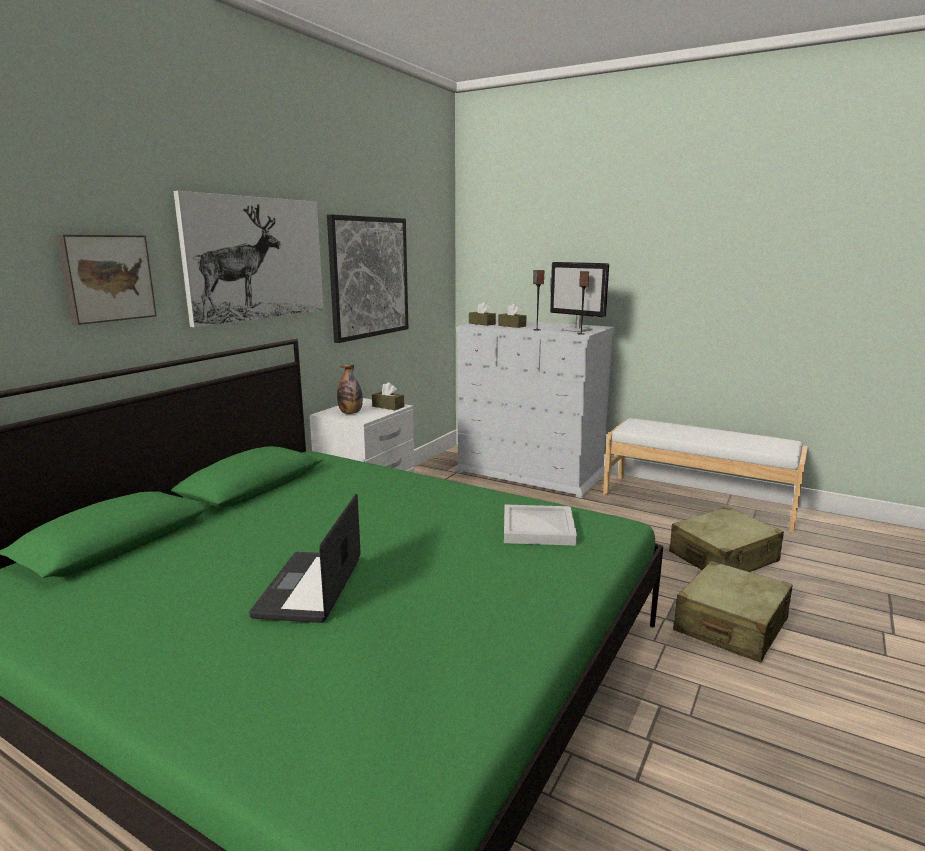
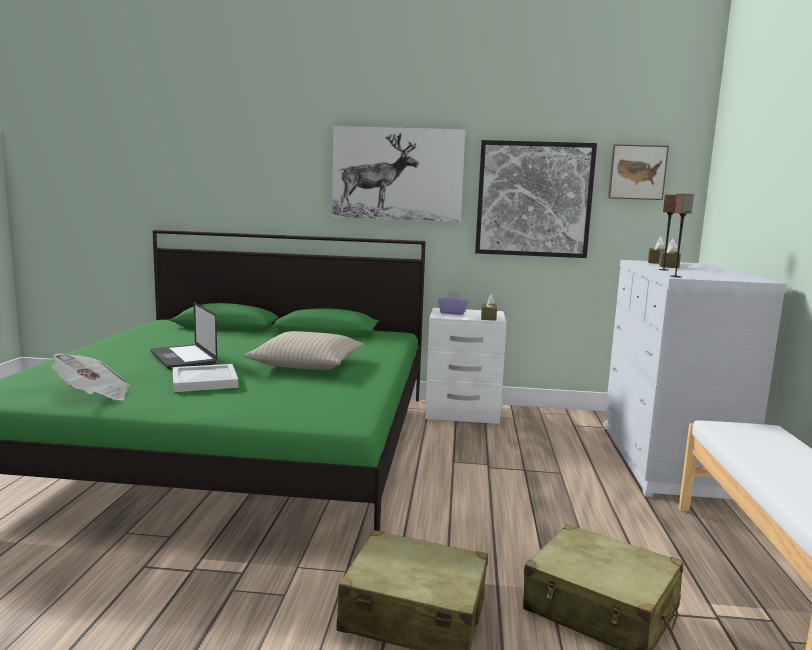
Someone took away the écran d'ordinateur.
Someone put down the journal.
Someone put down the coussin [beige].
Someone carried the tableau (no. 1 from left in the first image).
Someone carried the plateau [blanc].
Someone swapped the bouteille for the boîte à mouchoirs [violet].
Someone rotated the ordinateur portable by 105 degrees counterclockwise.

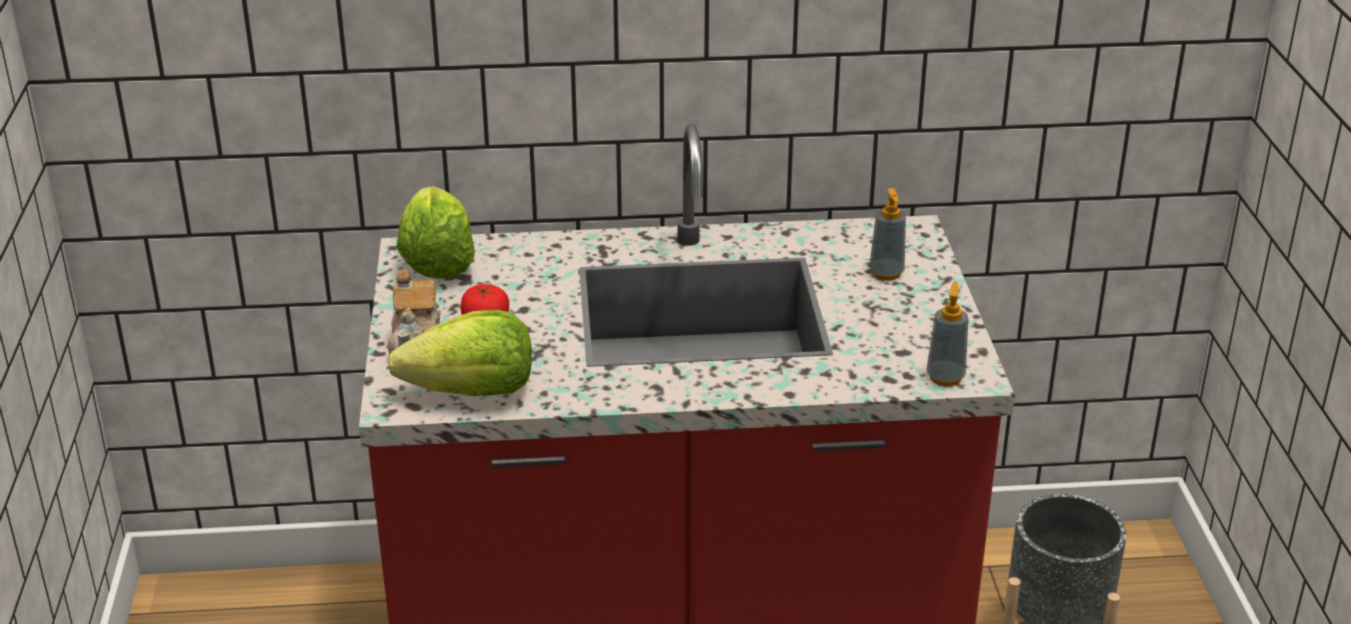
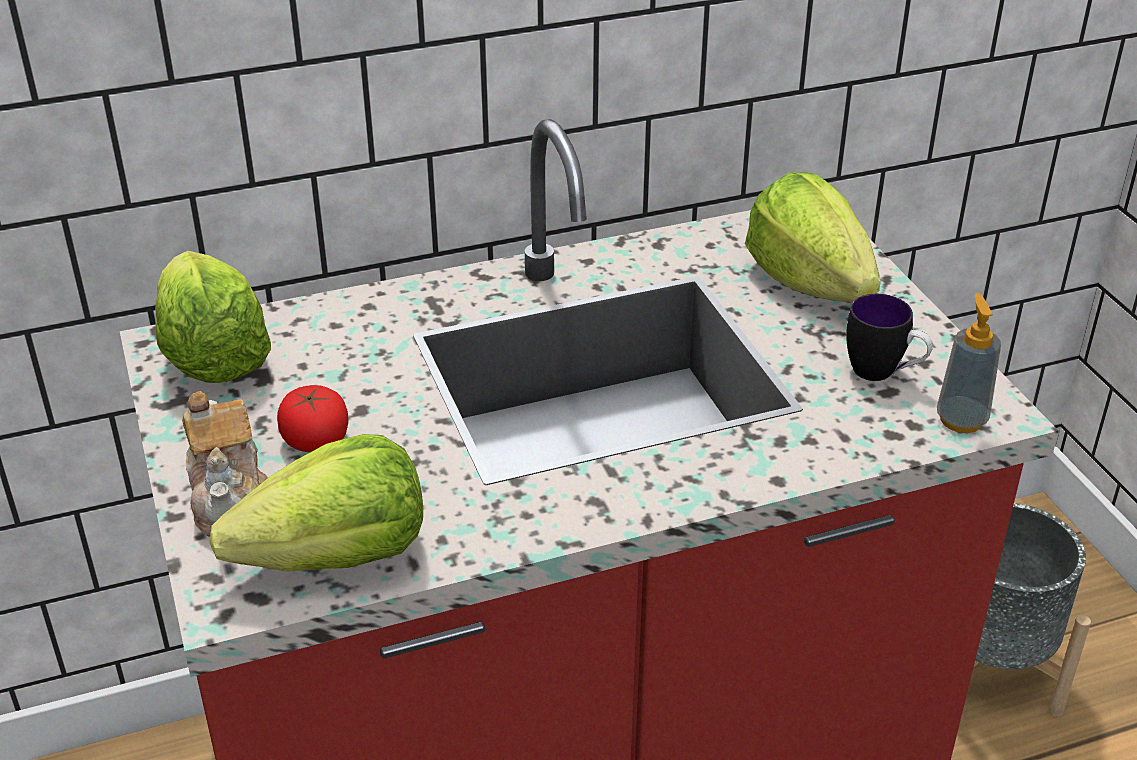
Someone put down the mug.
Someone swapped the distributeur de savon (no. 1 from left) for the laitue (no. 3 from left).

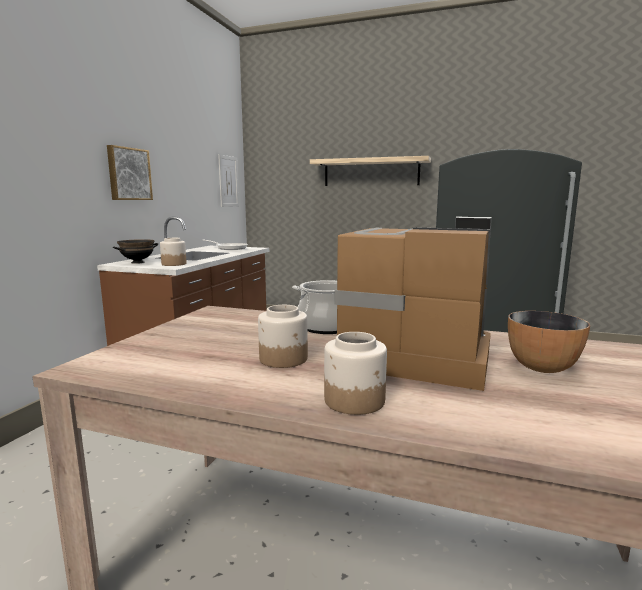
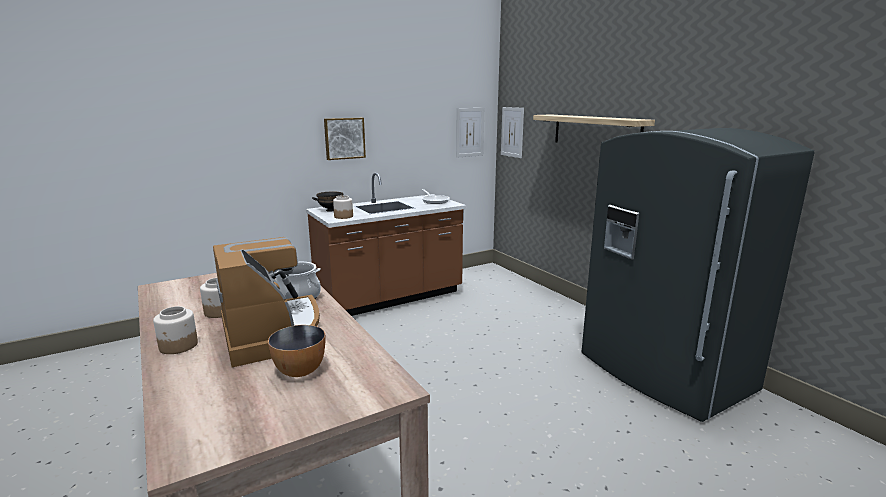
Someone put up the tableau (no. 3 from left).

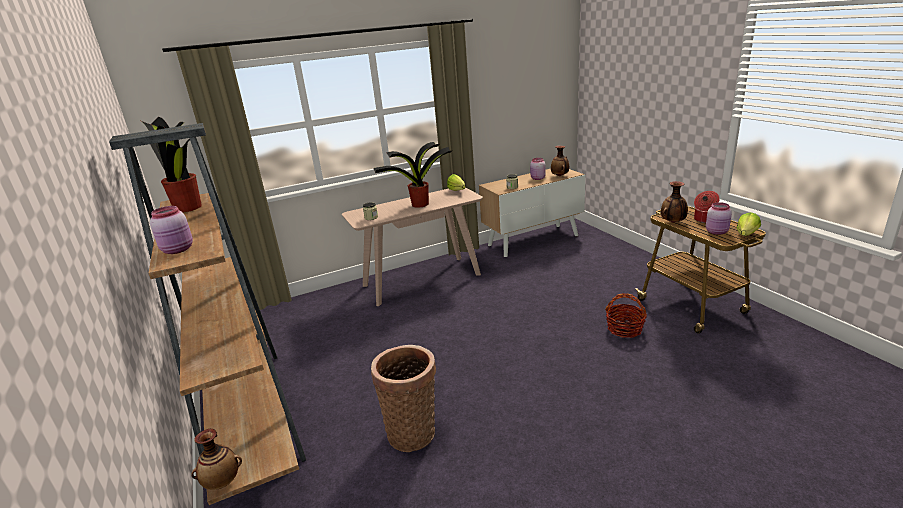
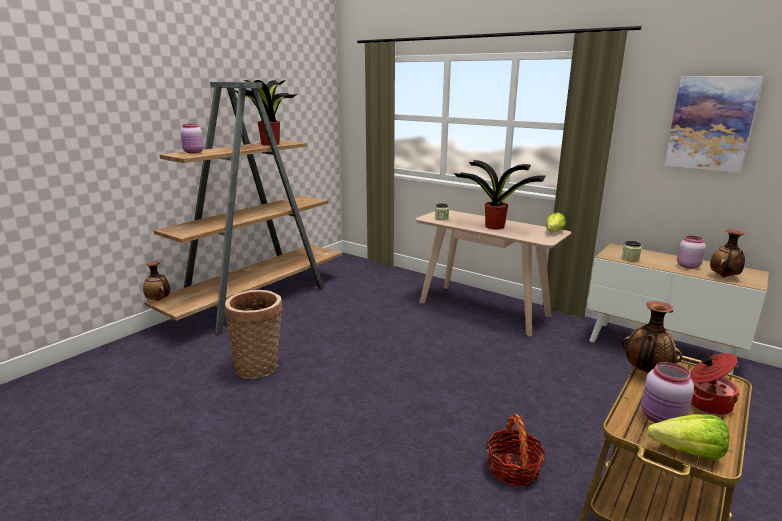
Someone put up the tableau.

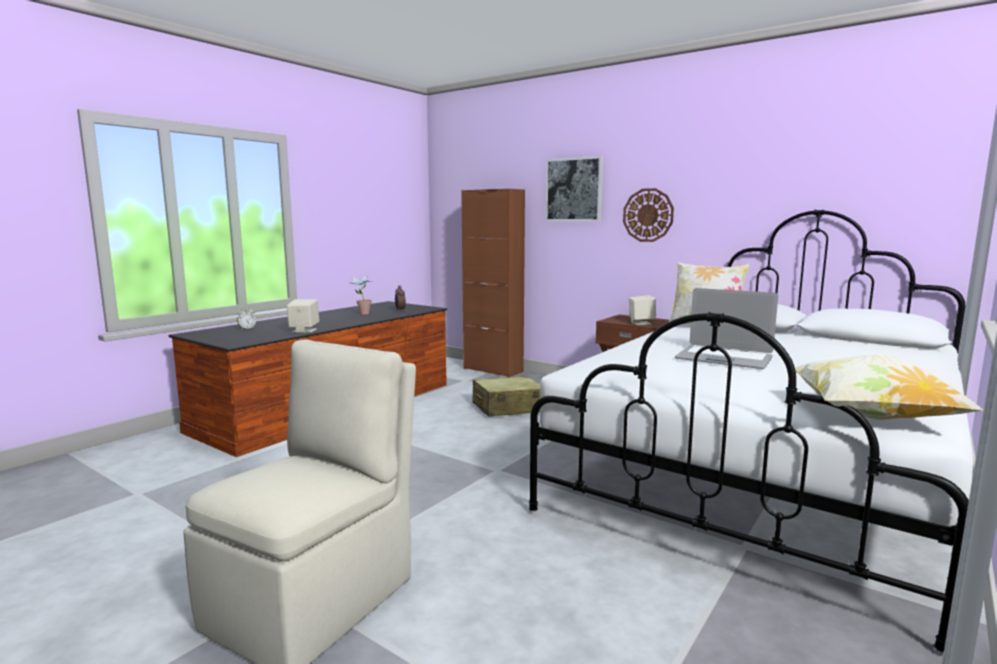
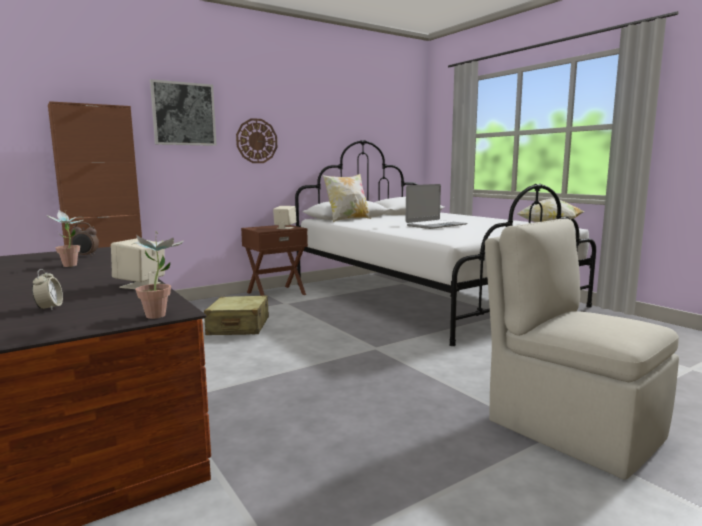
Someone put down the plante en pot (no. 2 from left).

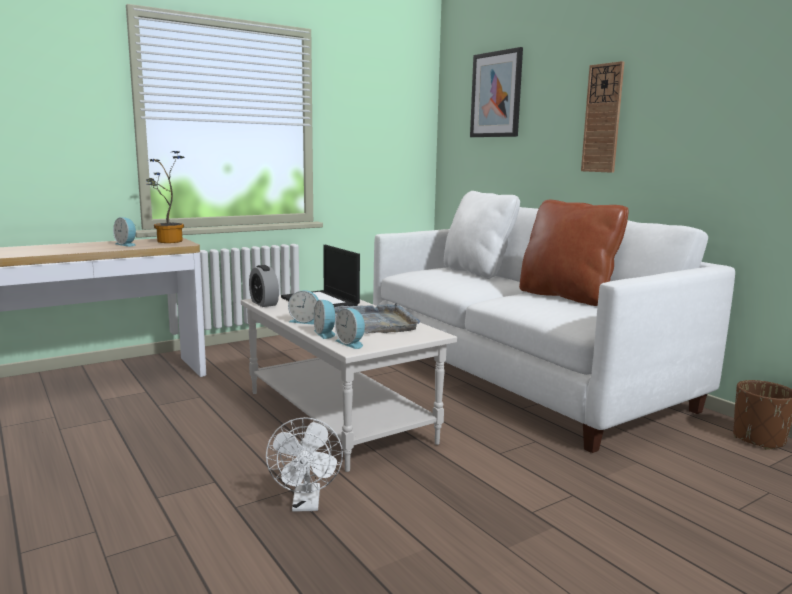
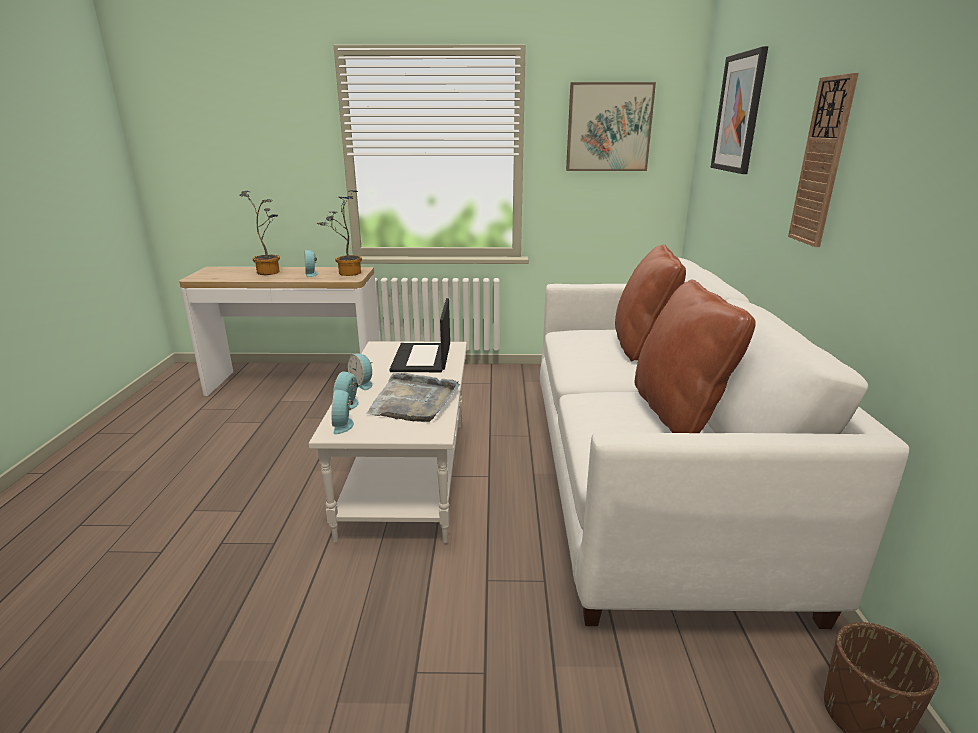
Someone took away the réveil (no. 2 from left).
Someone took away the ventilateur [blanc].
Someone put down the plante en pot (no. 1 from left).
Someone put up the tableau (no. 1 from left).
Someone repainted the coussin [blanc], which became the coussin [marron] (no. 1 from left).

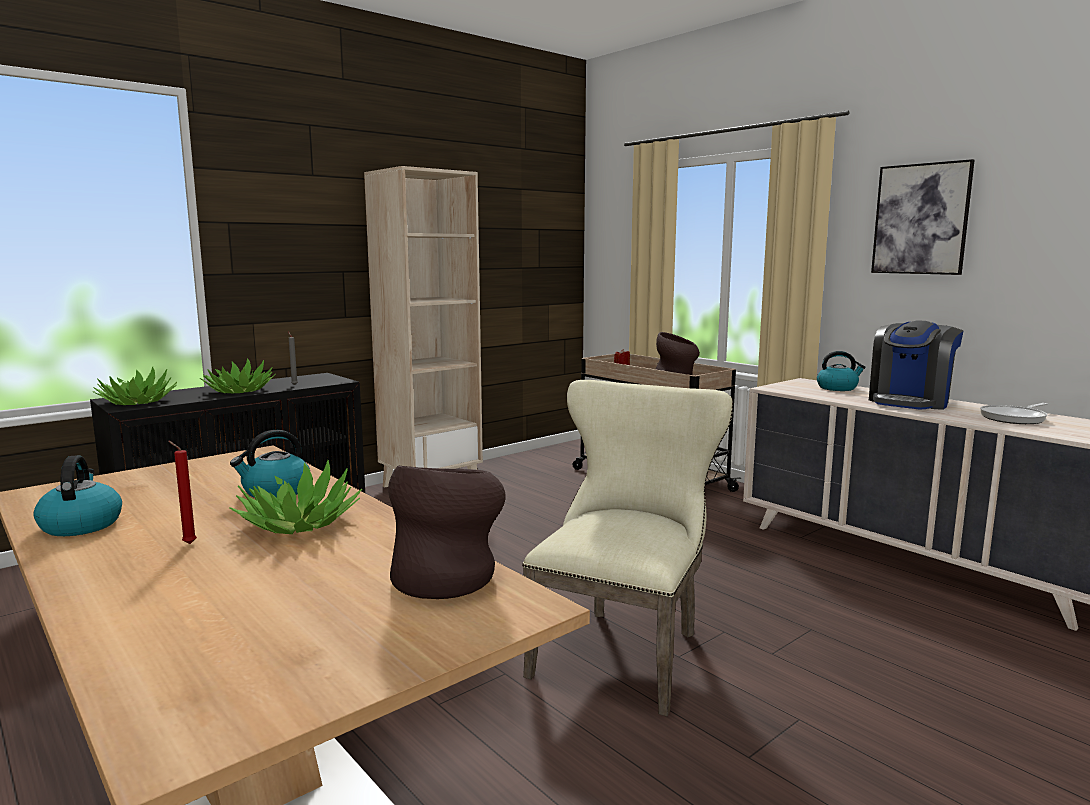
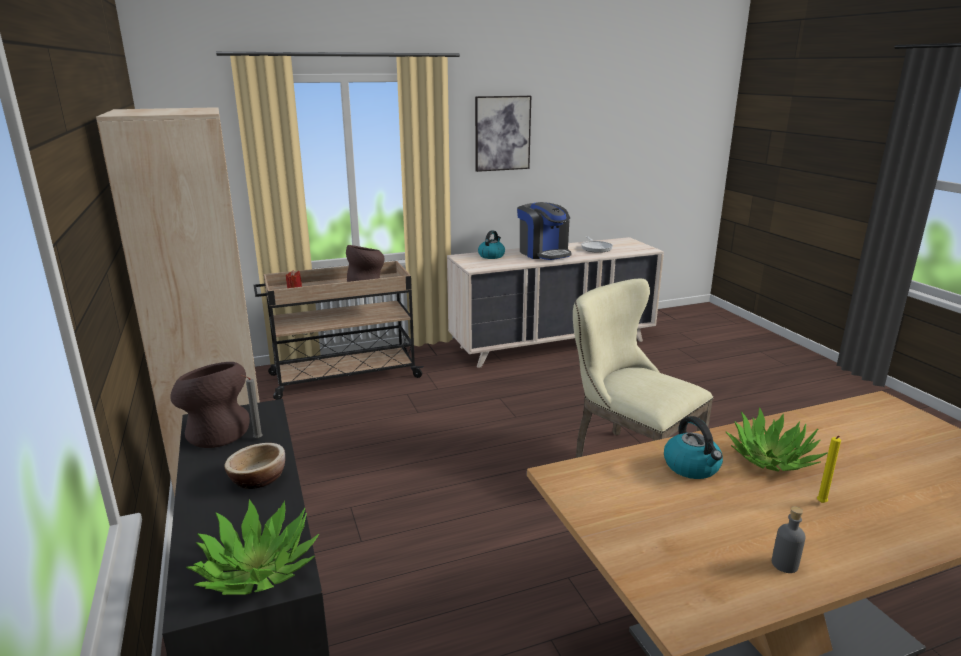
Someone carried the vase [marron] (no. 1 from left).
Someone swapped the bouilloire (no. 1 from left) for the bouteille [gris].
Someone swapped the plante en pot (no. 2 from left) for the bol.
Someone repainted the bougie [rouge] (no. 1 from left), which became the bougie [jaune].

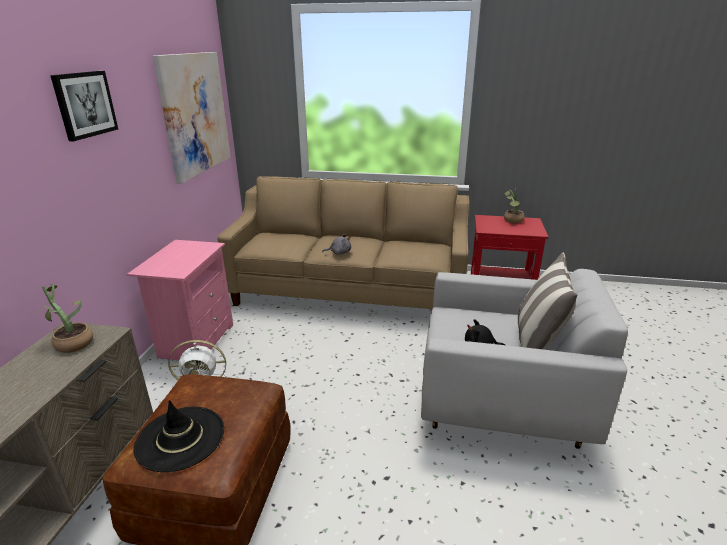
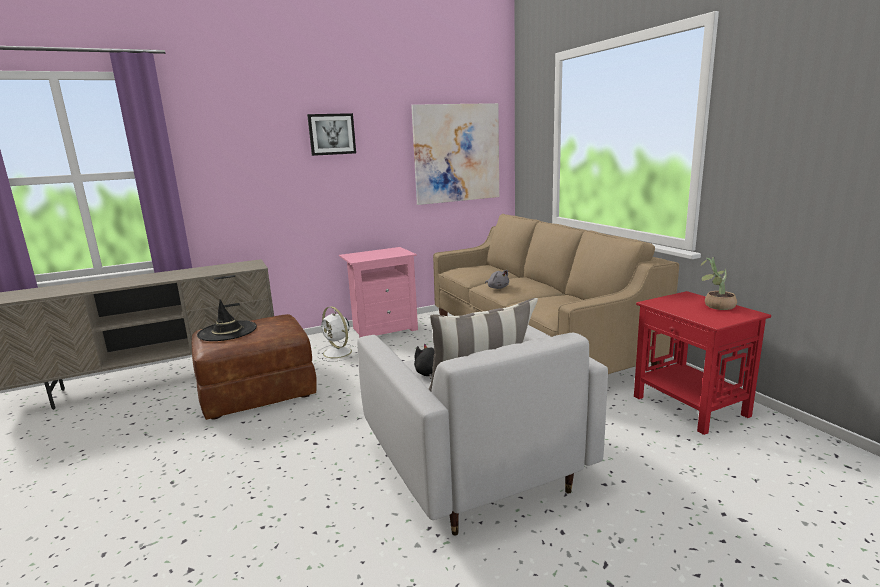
Someone took away the plante en pot (no. 1 from left).

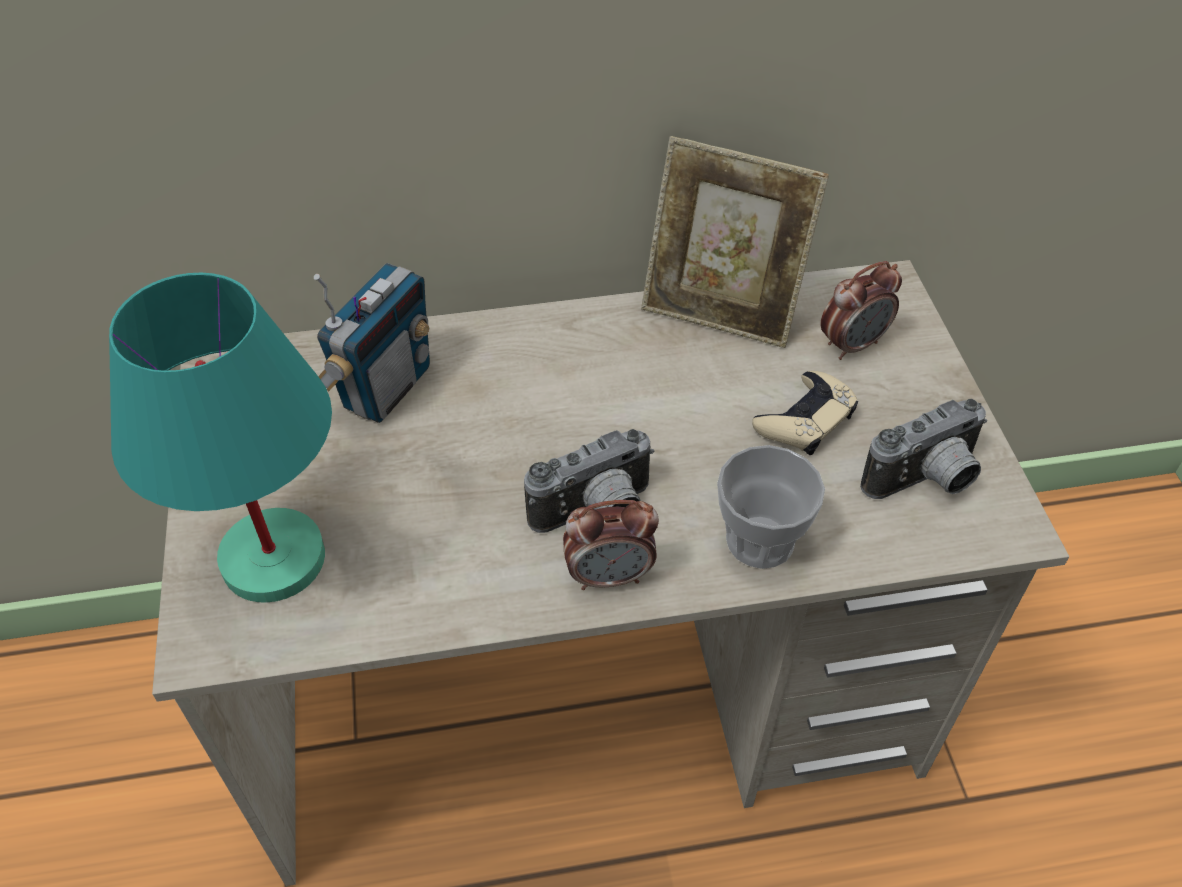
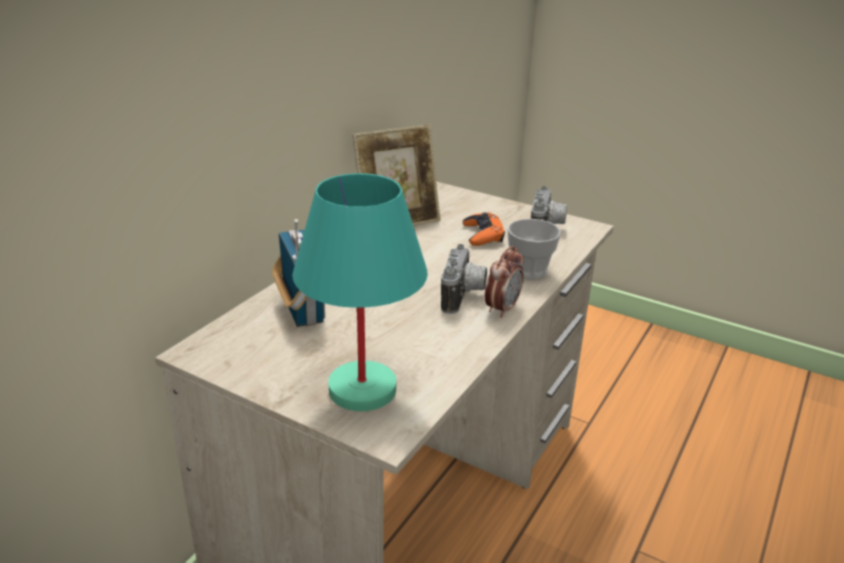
Someone took away the réveil (no. 2 from left).
Someone repainted the manette [beige], which became the manette [orange].

